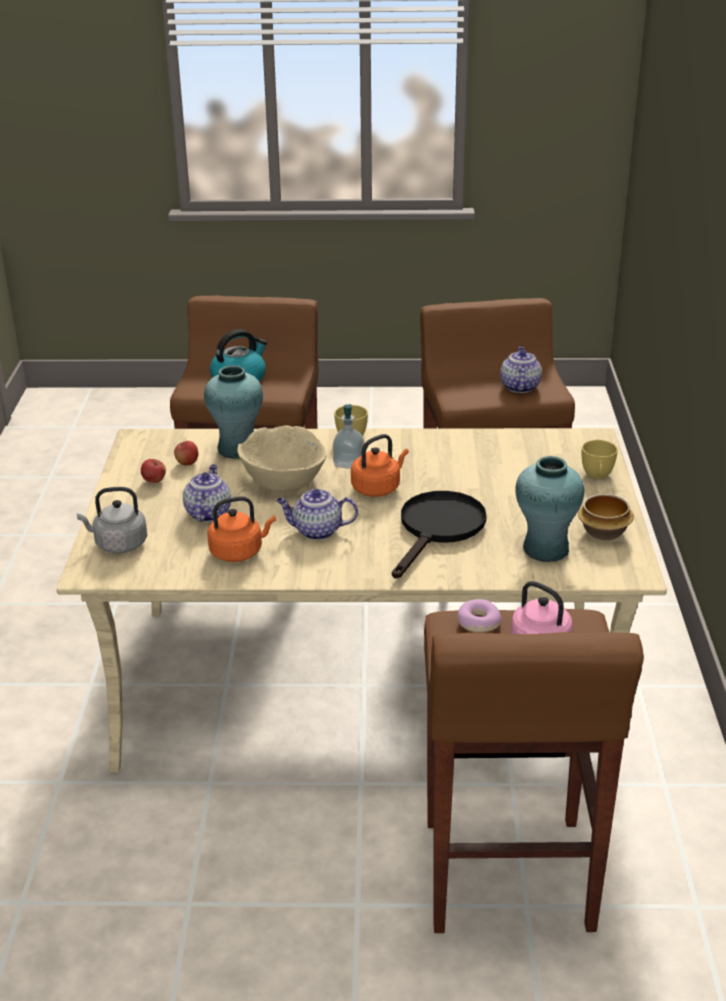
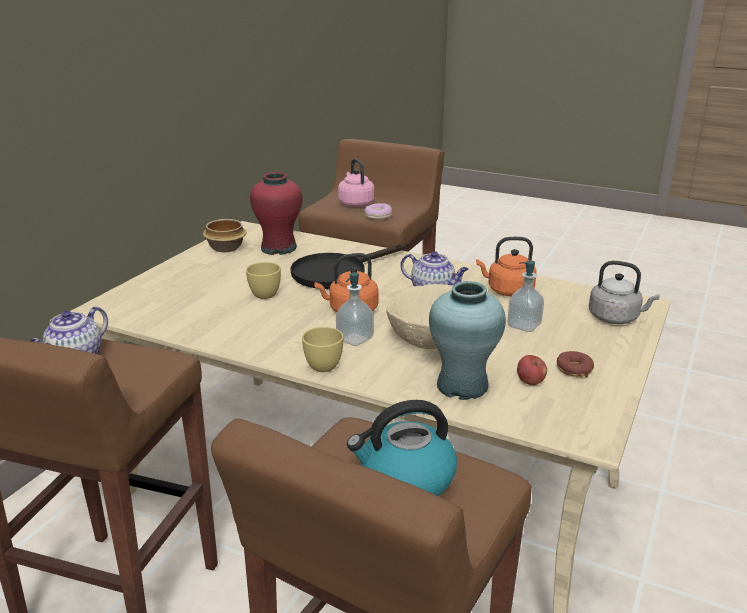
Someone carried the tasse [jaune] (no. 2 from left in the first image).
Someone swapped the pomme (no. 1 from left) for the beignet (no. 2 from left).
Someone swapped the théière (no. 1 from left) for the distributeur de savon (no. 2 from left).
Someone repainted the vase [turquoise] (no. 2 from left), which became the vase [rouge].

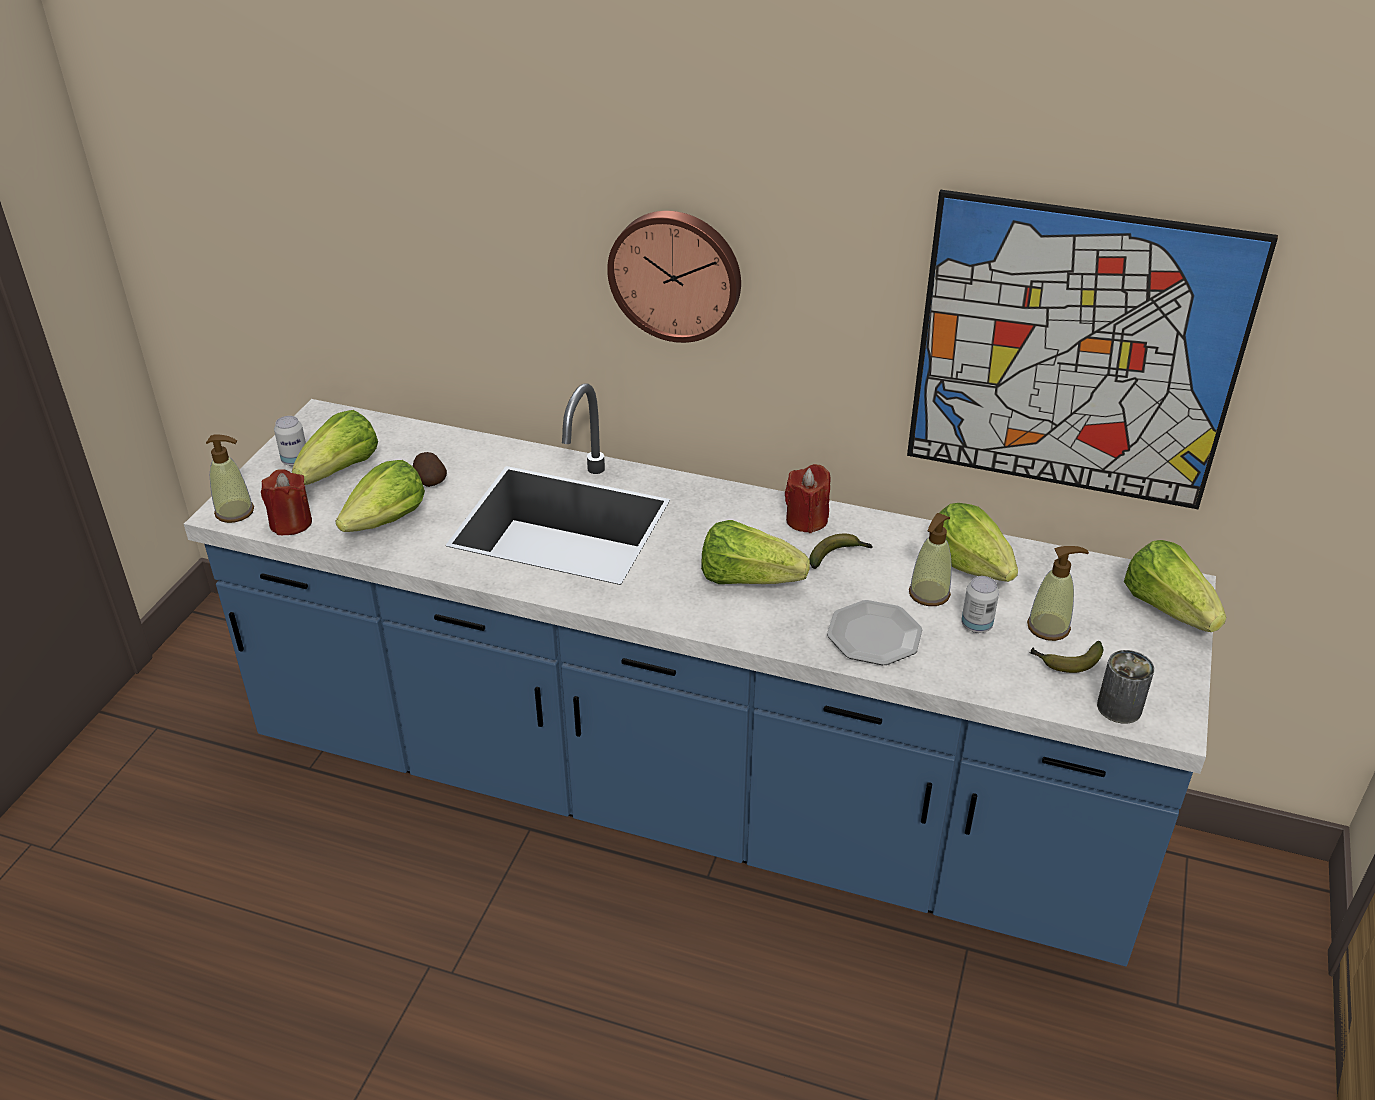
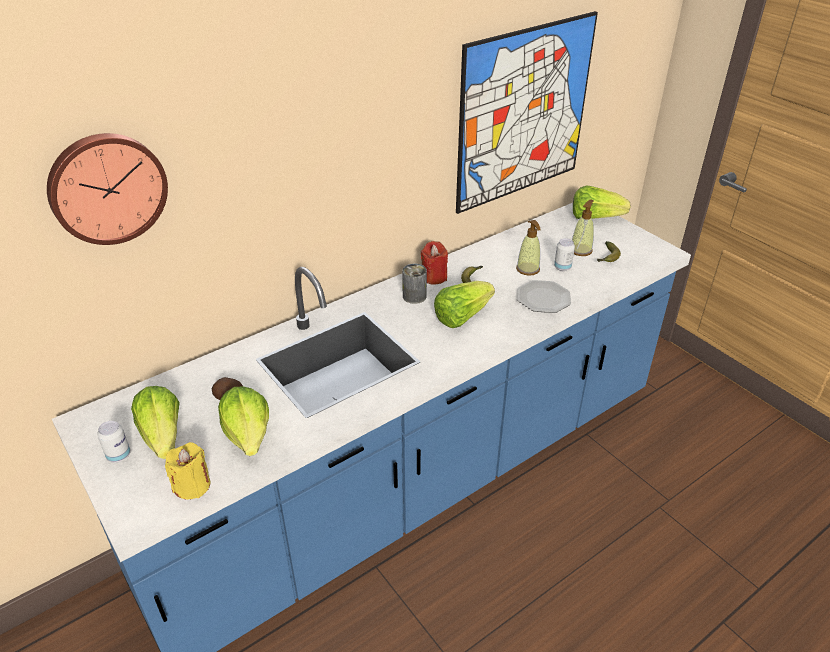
Someone took away the distributeur de savon (no. 1 from left).
Someone took away the laitue (no. 4 from left).
Someone carried the horloge murale.
Someone carried the boîte métallique (no. 3 from left in the first image).
Someone repainted the bougie [rouge] (no. 1 from left), which became the bougie [jaune].

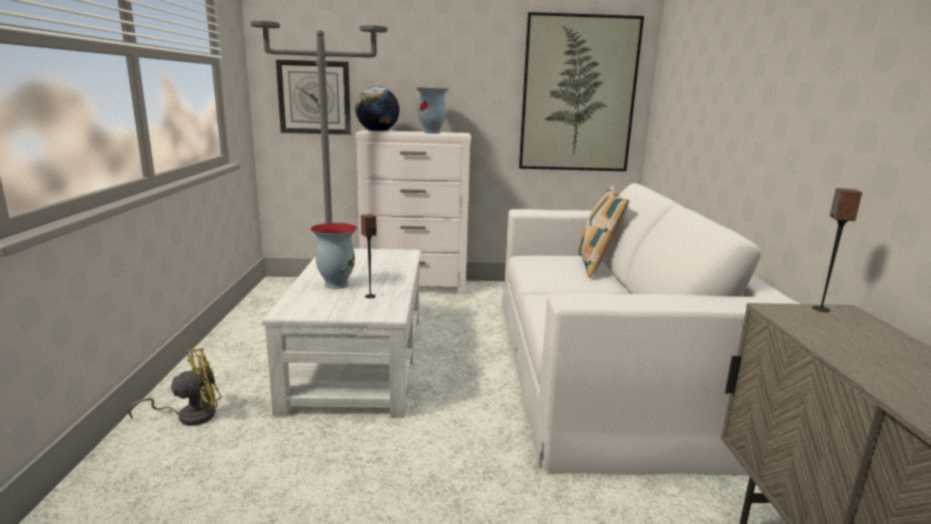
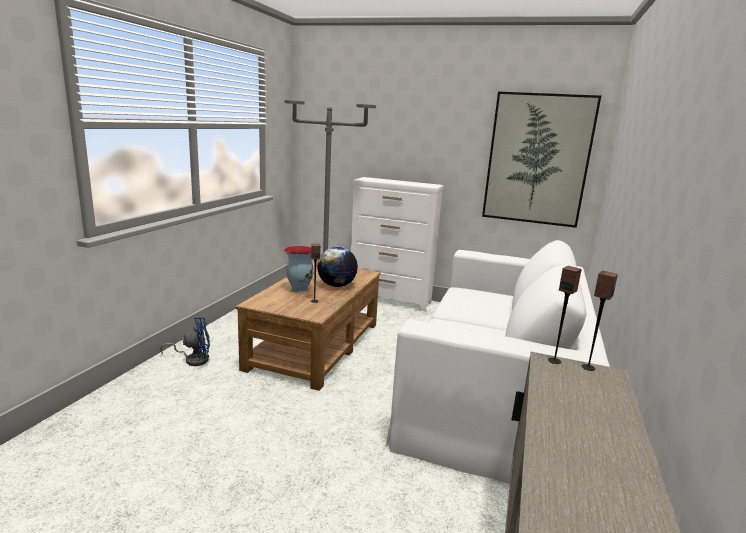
Someone took away the horloge murale.
Someone took away the vase (no. 2 from left).
Someone took away the coussin.
Someone put down the enceinte (no. 2 from left).
Someone carried the globe.
Someone repainted the ventilateur [jaune], which became the ventilateur [bleu].
Someone repainted the table basse [blanc], which became the table basse [marron].

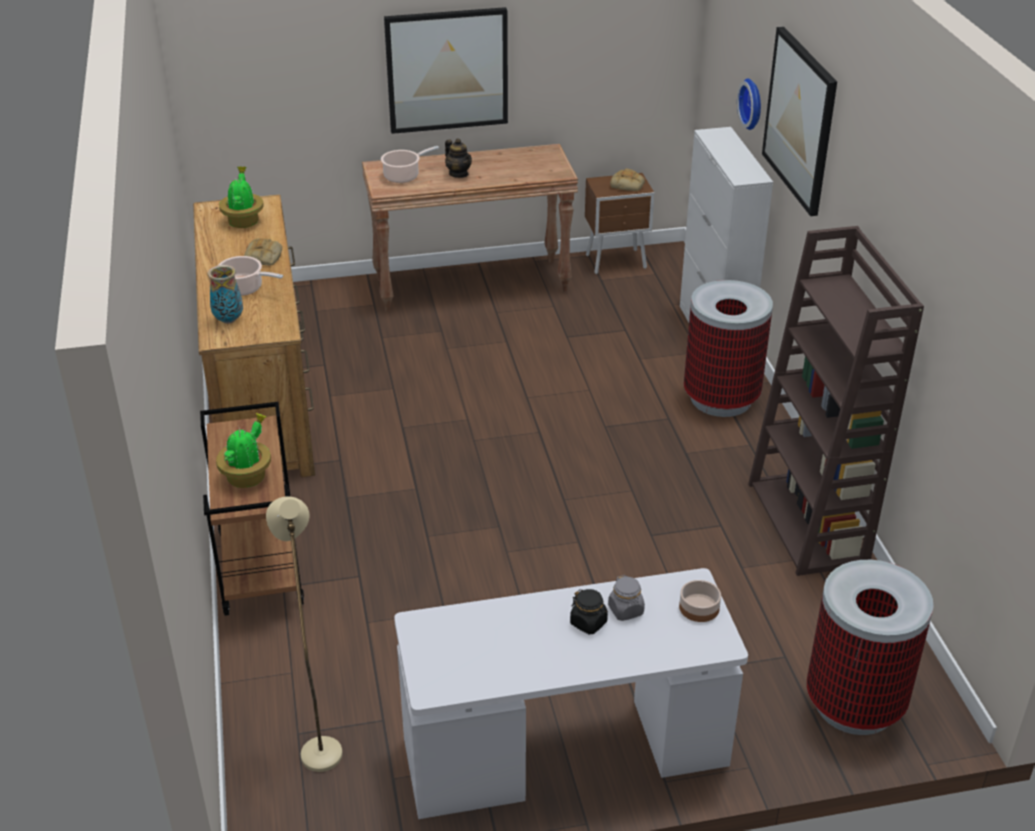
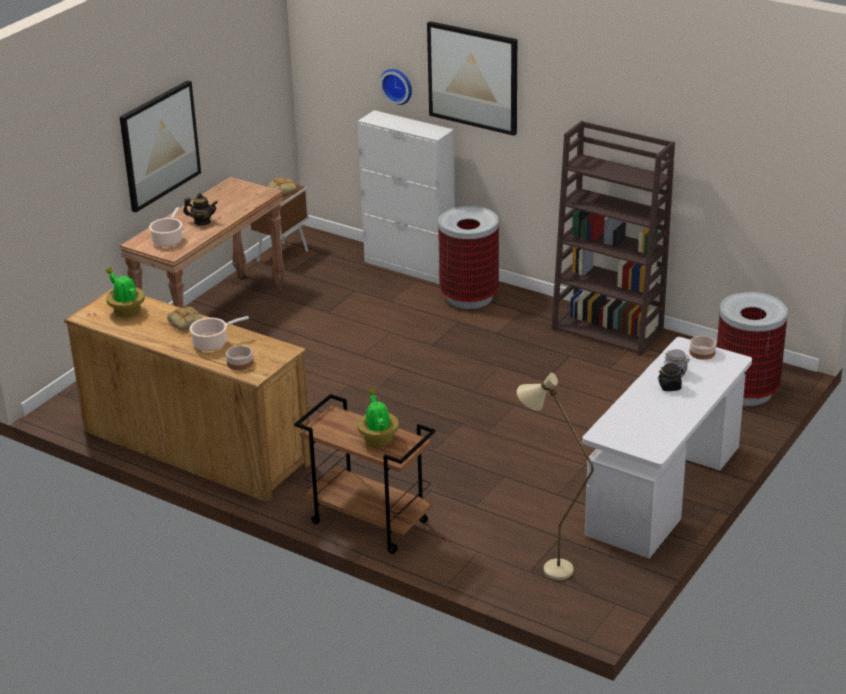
Someone swapped the vase for the bol (no. 1 from left).

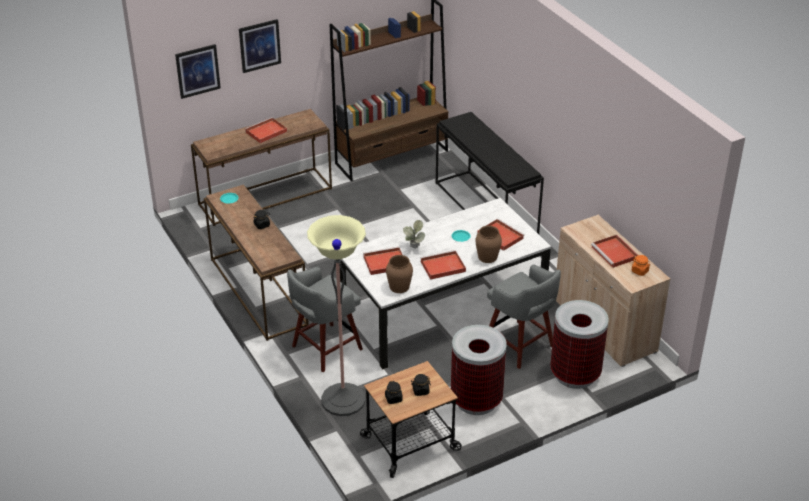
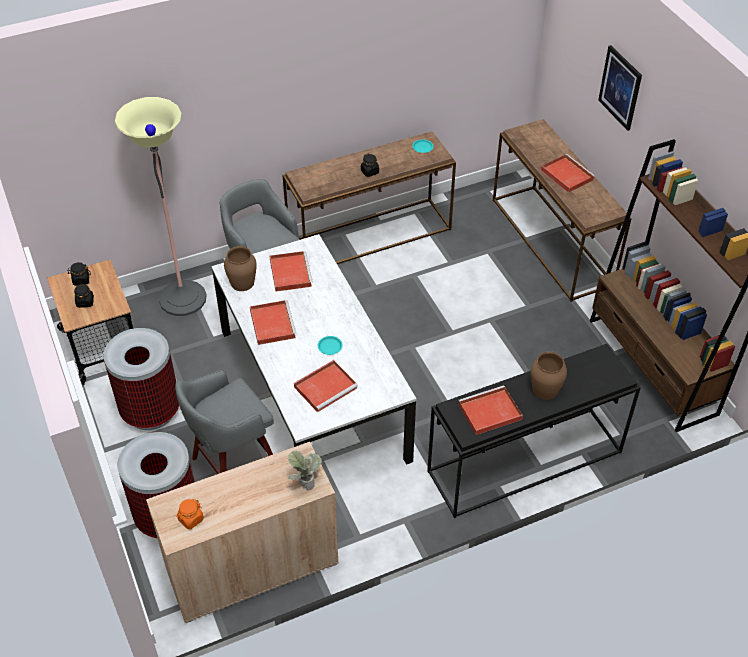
Someone took away the tableau (no. 1 from left).
Someone carried the plante en pot.
Someone carried the vase [marron] (no. 2 from left).
Someone carried the plateau [rouge] (no. 5 from left in the first image).

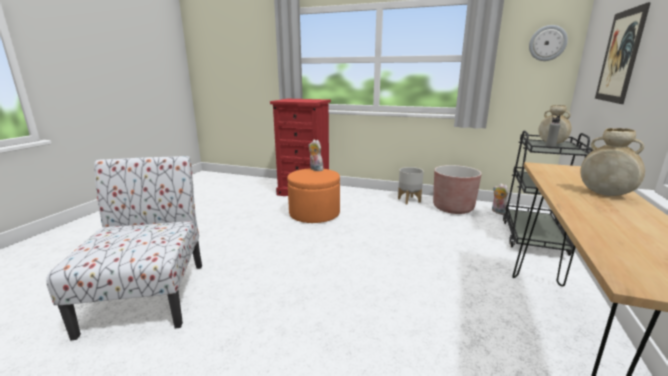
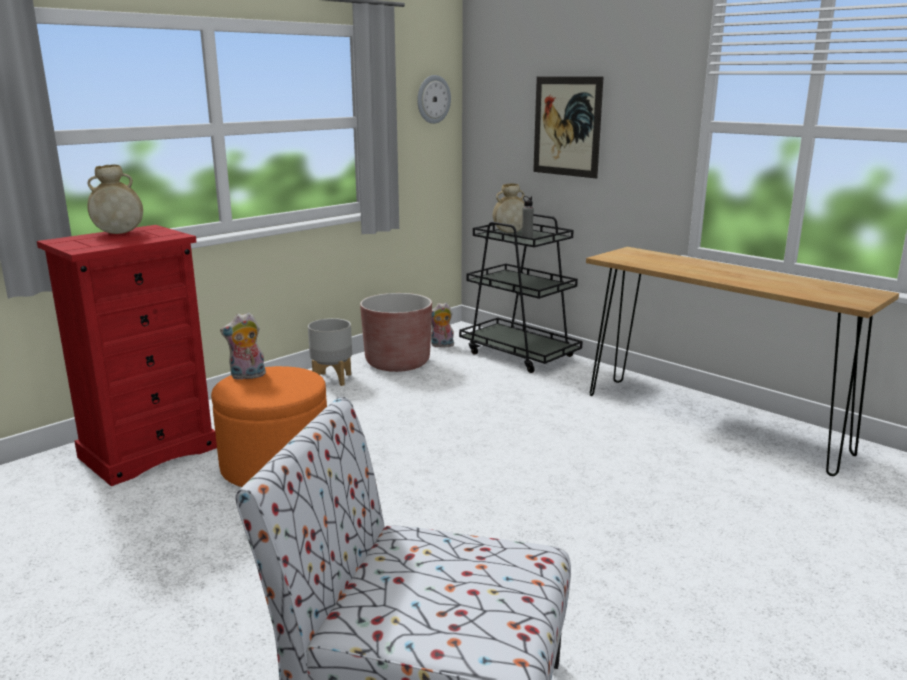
Someone carried the vase [beige] (no. 2 from left in the first image).

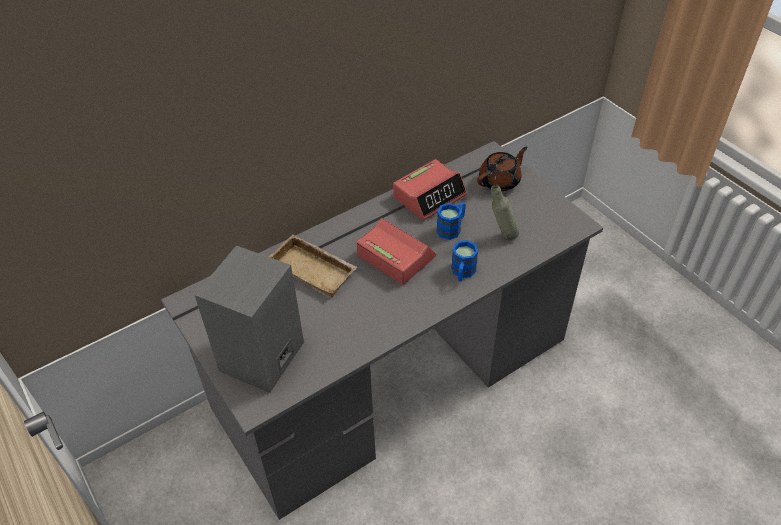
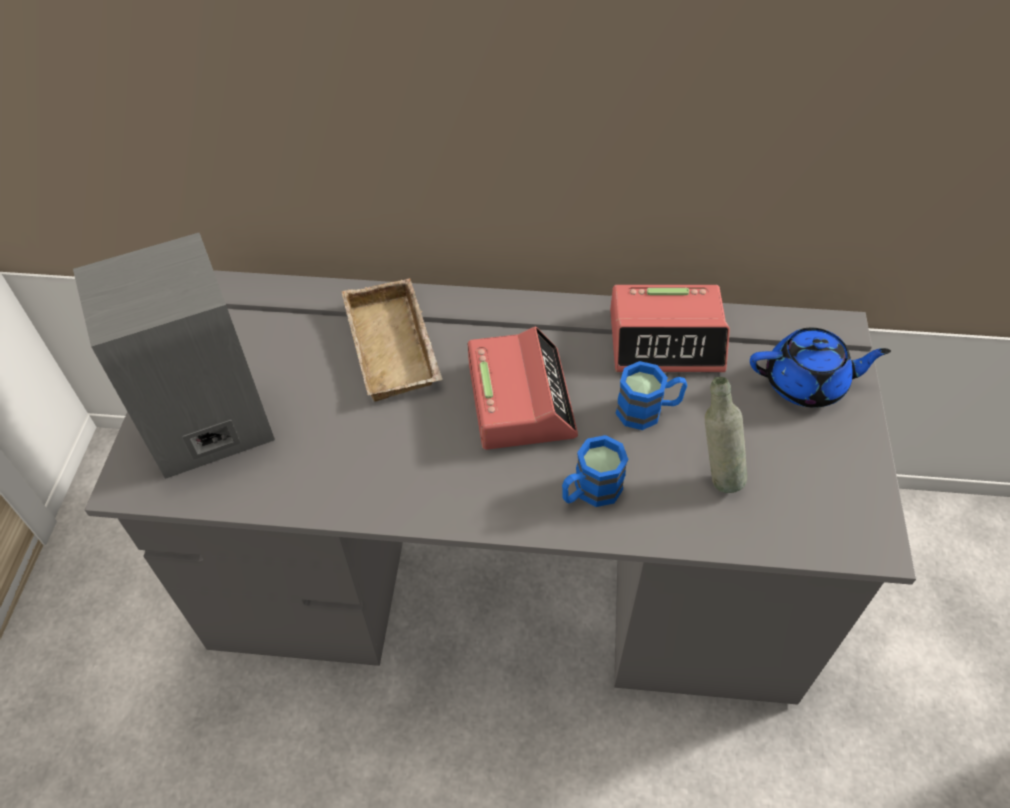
Someone repainted the théière [marron], which became the théière [bleu].

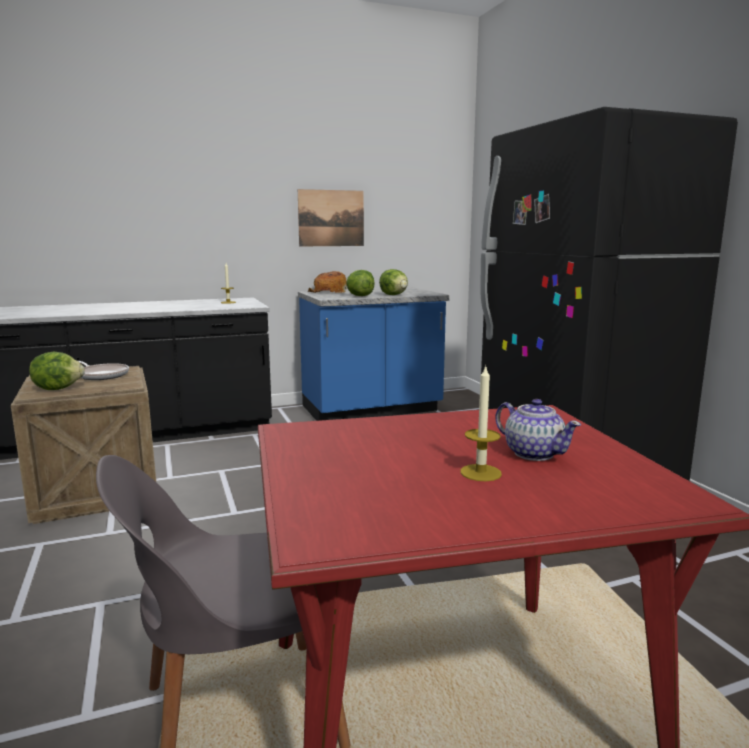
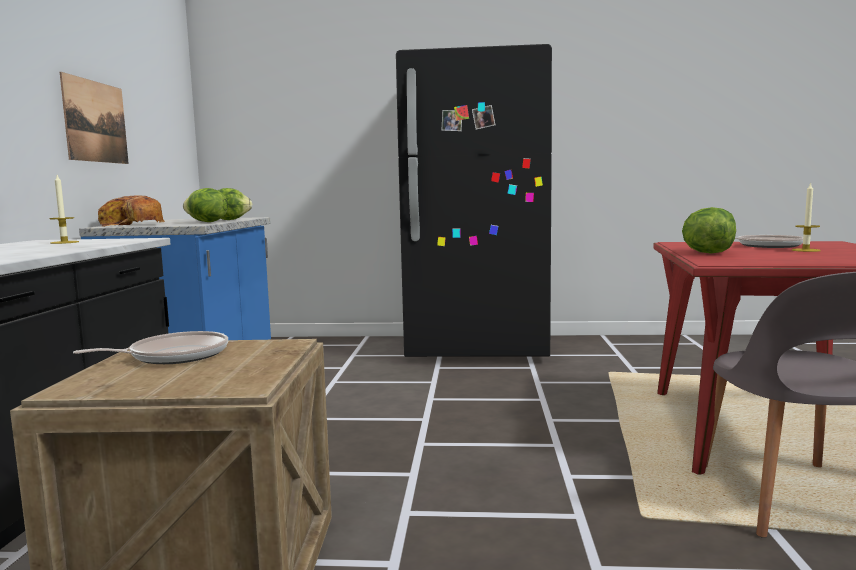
Someone carried the laitue (no. 1 from left in the first image).
Someone swapped the théière for the poêle (no. 2 from left).

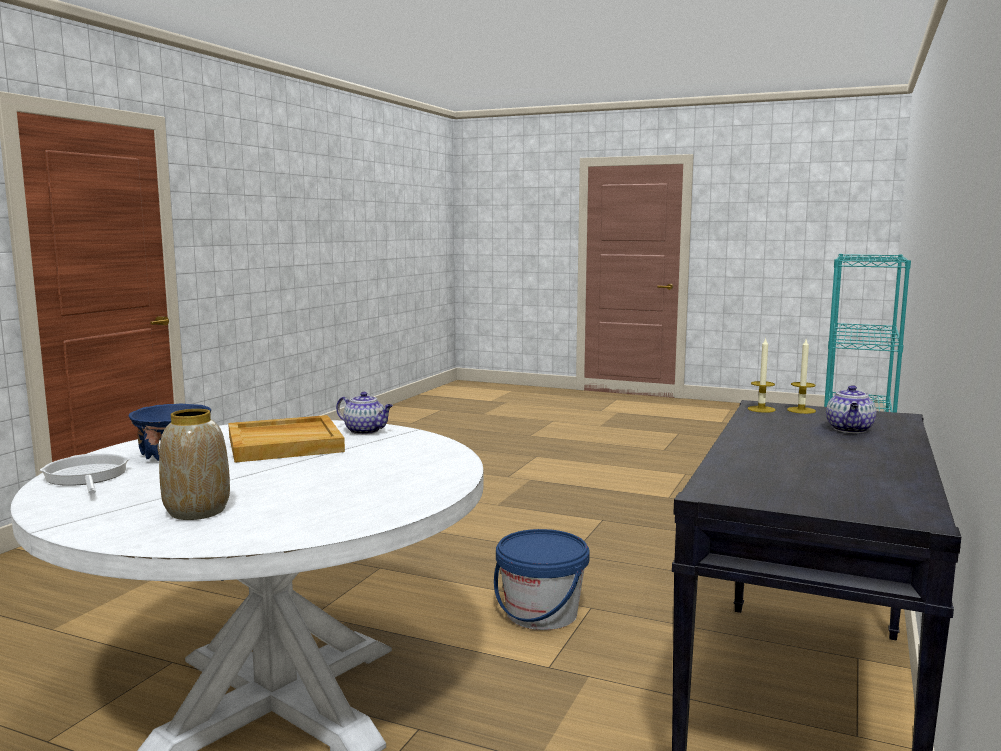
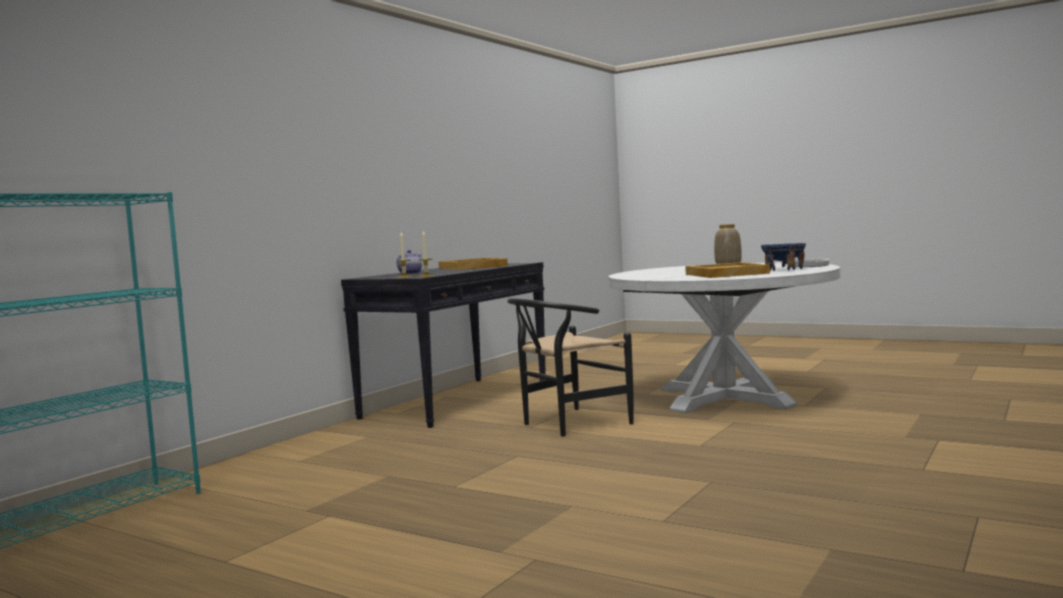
Someone took away the théière (no. 1 from left).
Someone put down the plateau [beige] (no. 1 from left).
Someone swapped the seau [bleu] for the chaise [noir].

